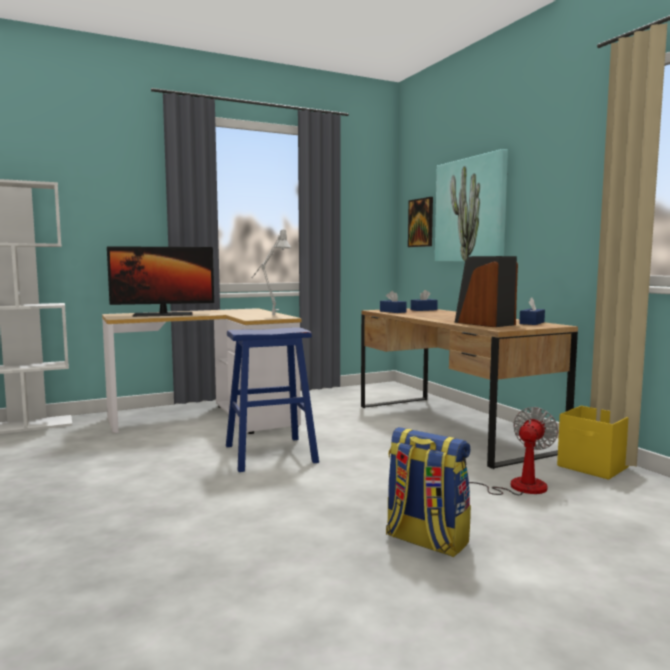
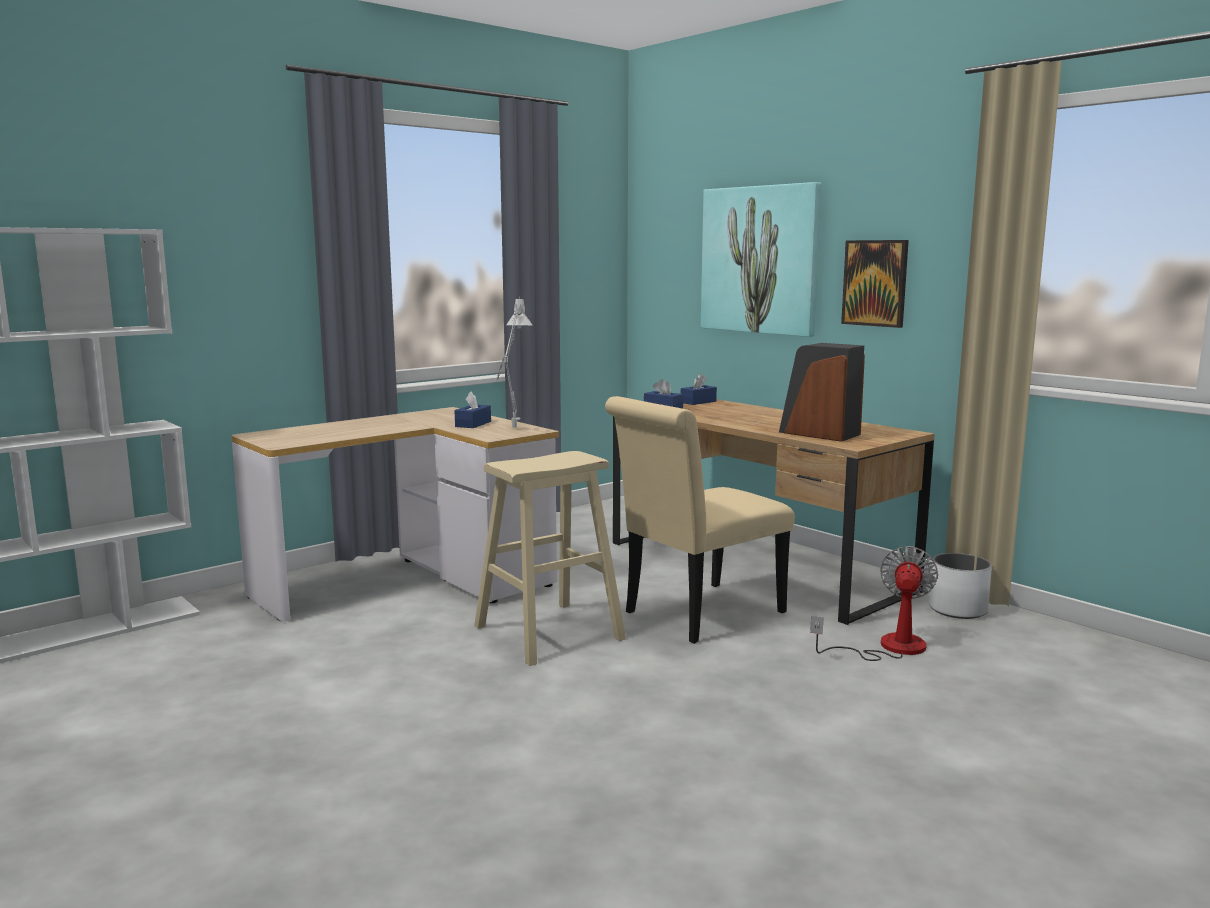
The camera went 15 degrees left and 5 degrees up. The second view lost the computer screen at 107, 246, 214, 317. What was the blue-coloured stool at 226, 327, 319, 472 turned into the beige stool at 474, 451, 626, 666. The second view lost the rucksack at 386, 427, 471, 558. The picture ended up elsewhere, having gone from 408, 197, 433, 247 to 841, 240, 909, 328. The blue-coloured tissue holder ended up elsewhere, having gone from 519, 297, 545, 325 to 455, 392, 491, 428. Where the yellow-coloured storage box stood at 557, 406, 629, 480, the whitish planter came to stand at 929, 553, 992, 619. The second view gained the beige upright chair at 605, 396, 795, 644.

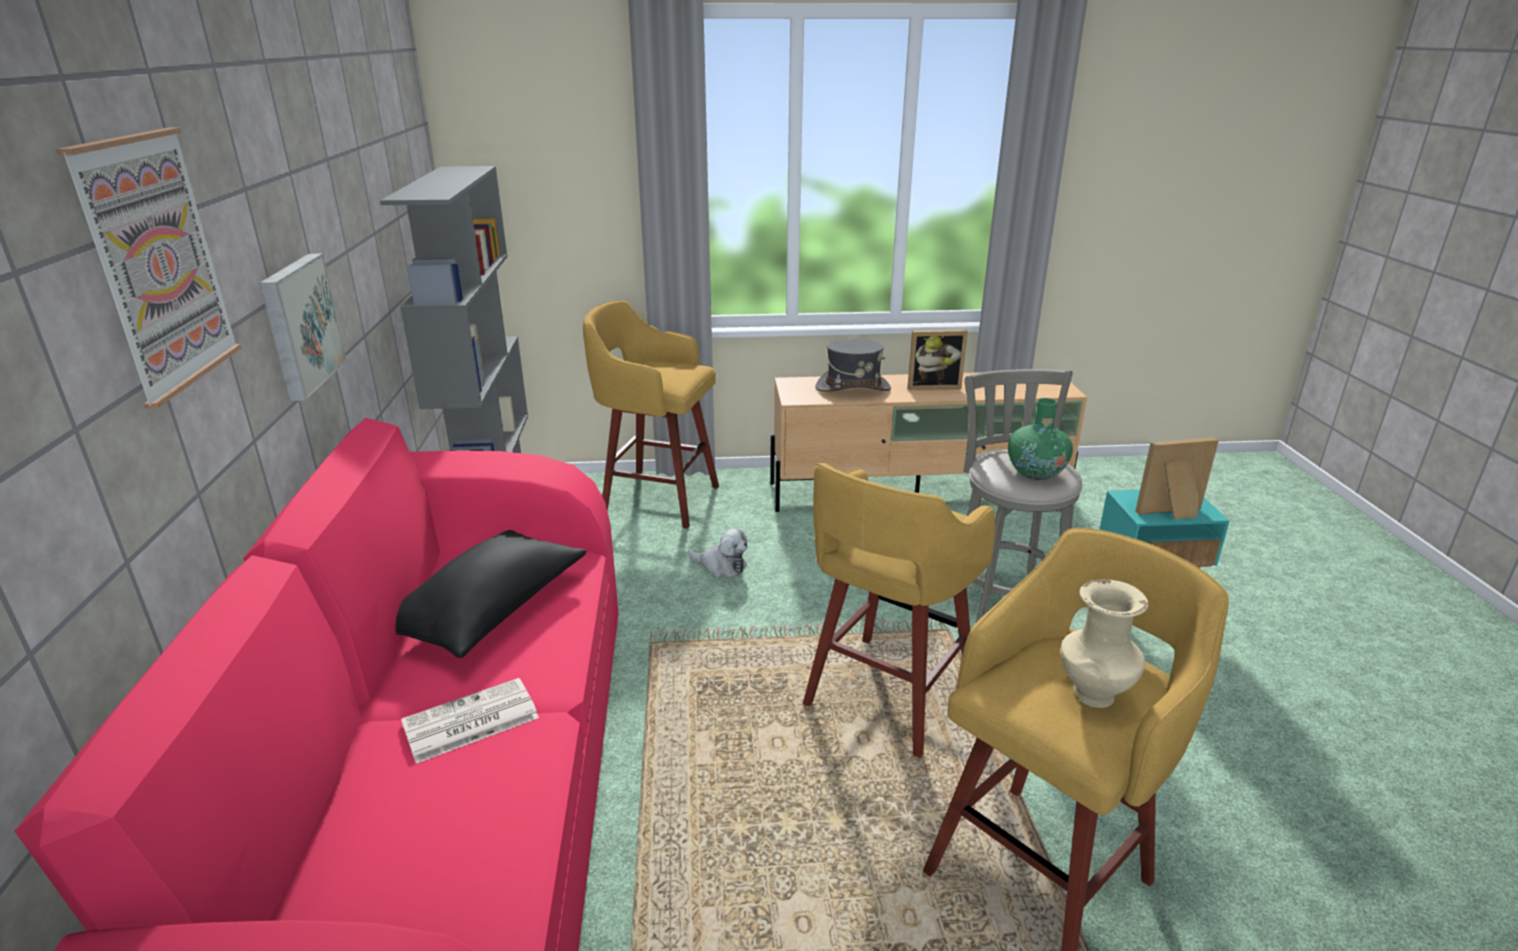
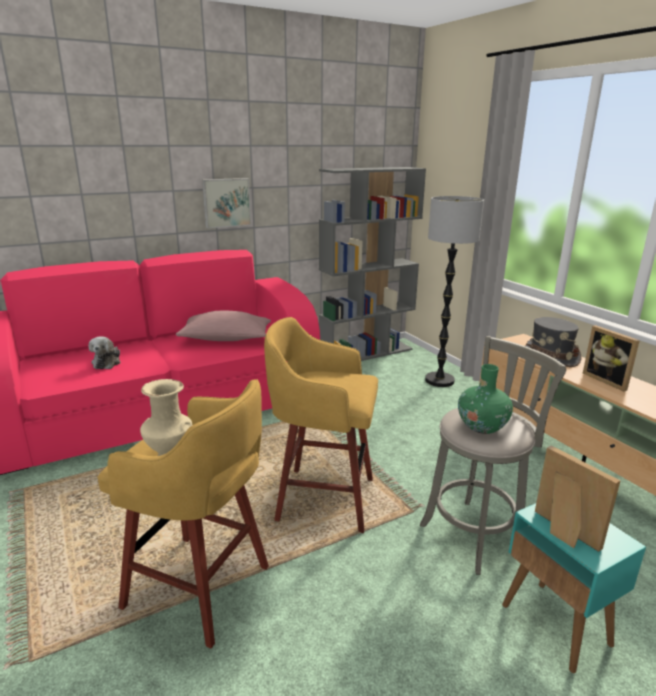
The camera went 65 degrees right and 5 degrees down. The second view lost the picture at 56, 128, 242, 409. What was the black-coloured cushion at 396, 530, 586, 658 turned into the pink-coloured cushion at 176, 311, 271, 341. The second view lost the daily paper at 401, 678, 539, 764. Where the yellow-coloured stool stood at 583, 300, 719, 529, the standing lamp came to stand at 425, 196, 484, 387. The soft toy ended up elsewhere, having gone from 688, 528, 748, 577 to 89, 336, 121, 369.

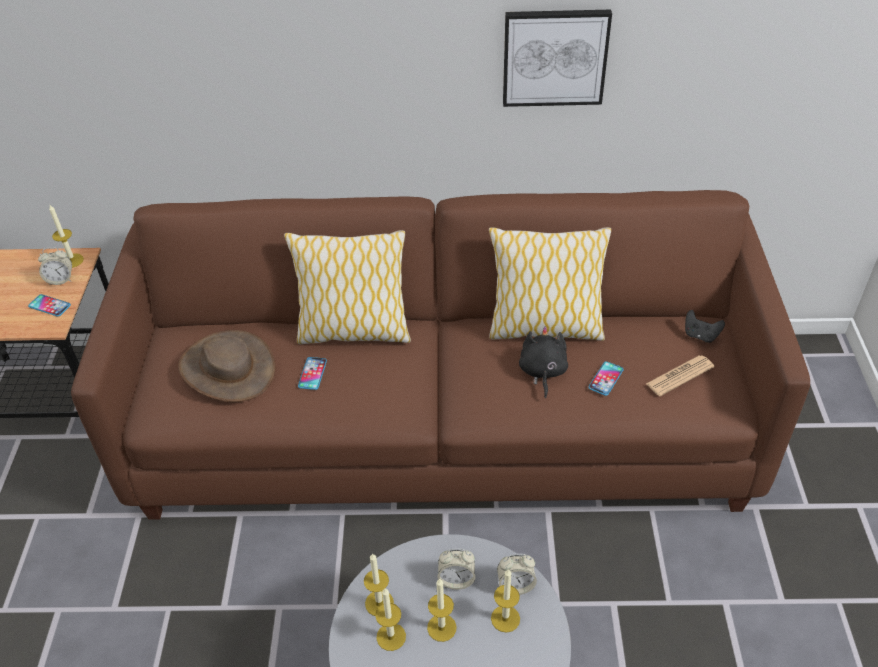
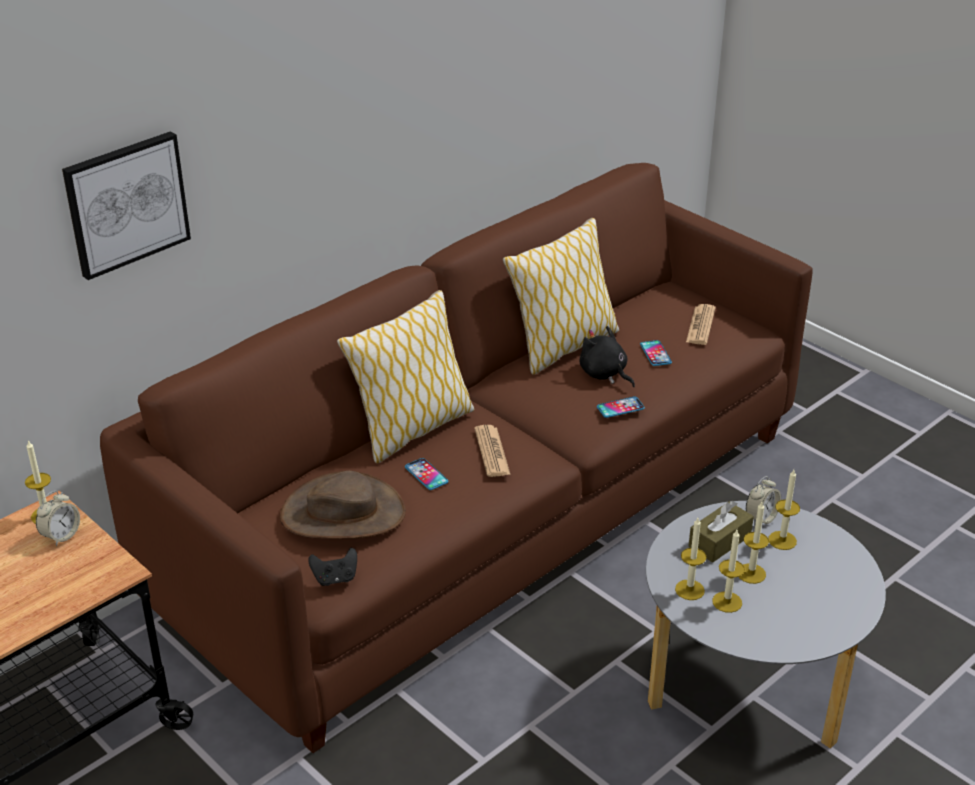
The camera went 45 degrees left and 10 degrees down. The phone ended up elsewhere, having gone from 28, 294, 71, 317 to 597, 397, 645, 418. Where the bedside clock stood at 437, 548, 475, 590, the brown-coloured tissue holder came to stand at 688, 501, 754, 563. The picture ended up elsewhere, having gone from 503, 10, 612, 107 to 62, 131, 191, 280. The black-coloured gamepad ended up elsewhere, having gone from 685, 310, 725, 343 to 308, 548, 357, 586. The second view gained the daily paper at 474, 425, 511, 477.

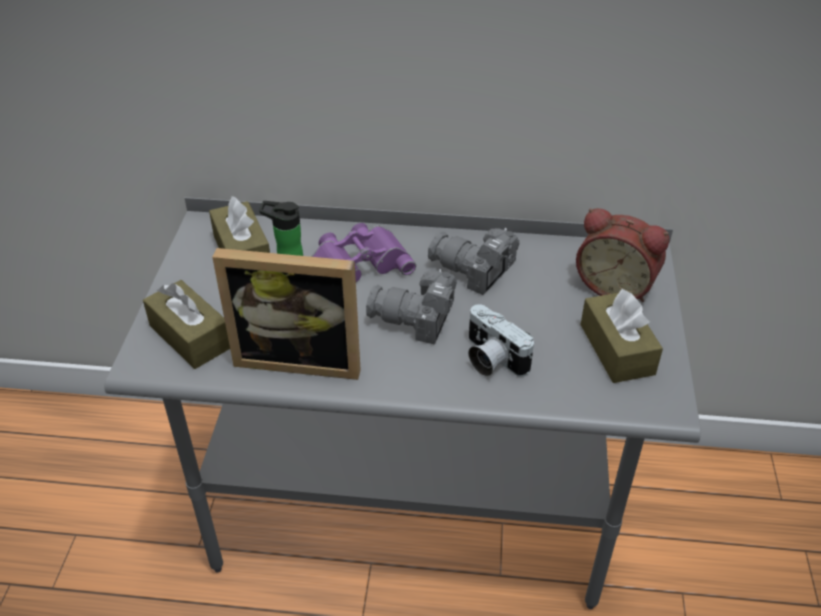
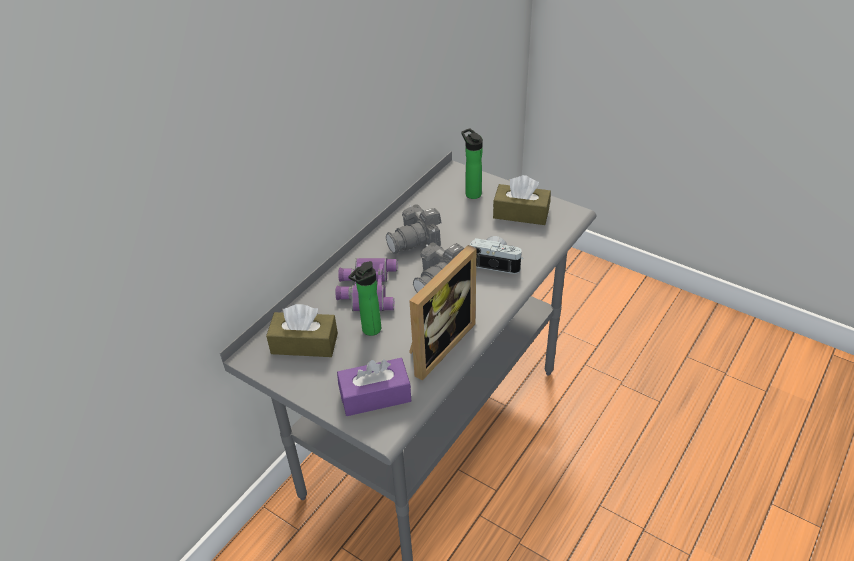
The camera went 60 degrees left and 0 degrees up. What was the brown-coloured tissue holder at 143, 280, 230, 369 turned into the purple-coloured tissue holder at 337, 358, 411, 416. The still camera at 468, 304, 534, 377 ended up facing another way, 150 degrees counterclockwise from before. Where the bedside clock stood at 576, 208, 670, 302, the drink bottle came to stand at 461, 128, 483, 199.

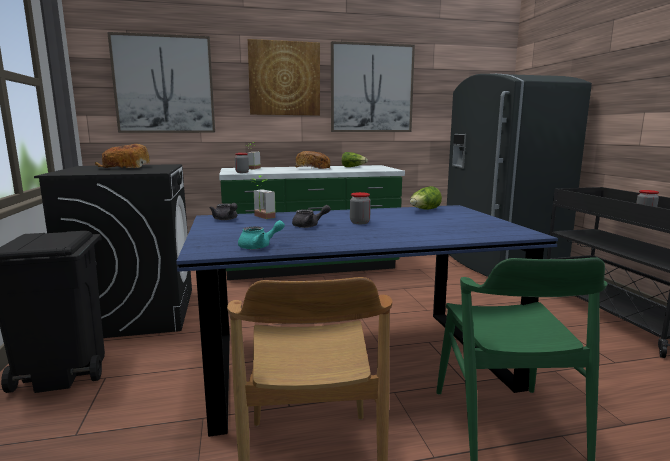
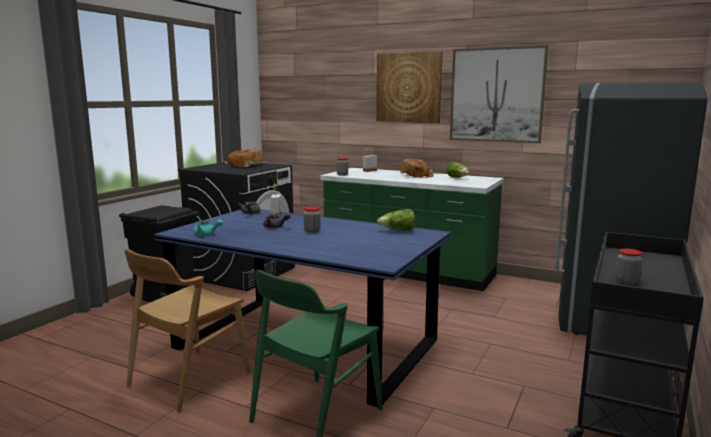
The camera went 40 degrees right and 0 degrees up. The second view lost the picture at 107, 32, 215, 133.

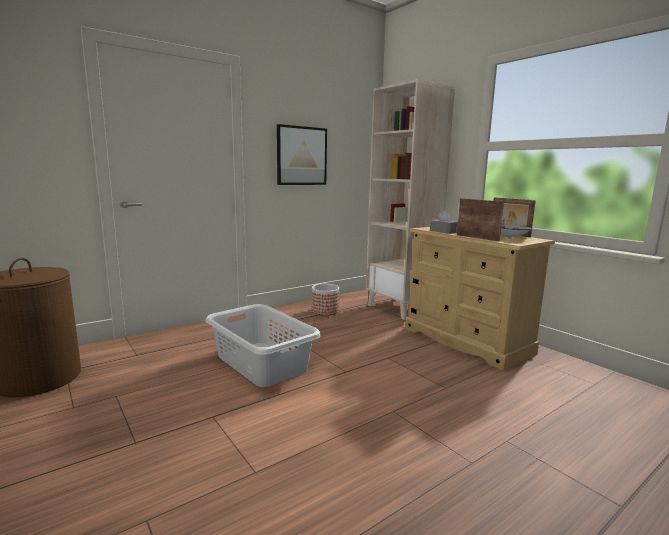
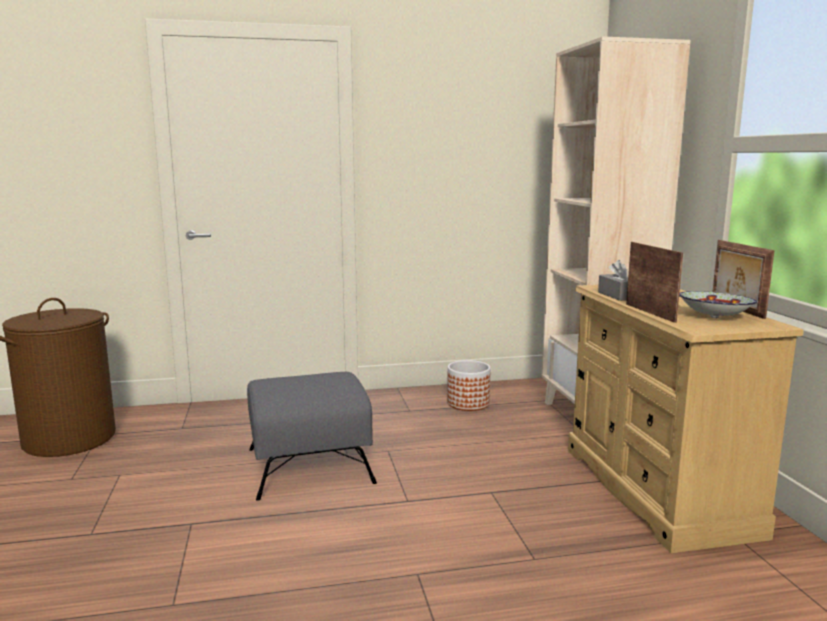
The camera went 25 degrees right and 0 degrees up. Where the greyish laundry basket stood at 206, 304, 321, 387, the greyish footrest came to stand at 247, 372, 377, 501. The second view lost the picture at 277, 124, 327, 185.

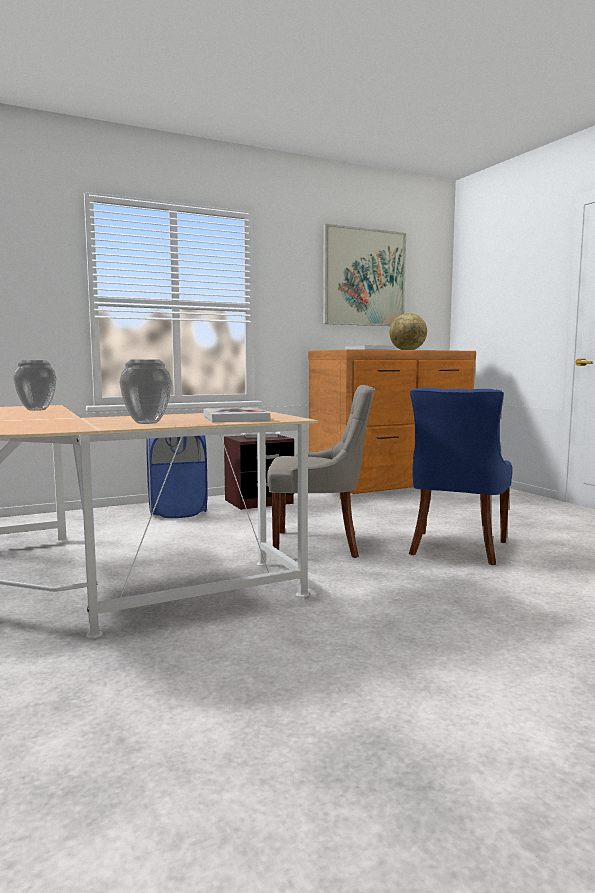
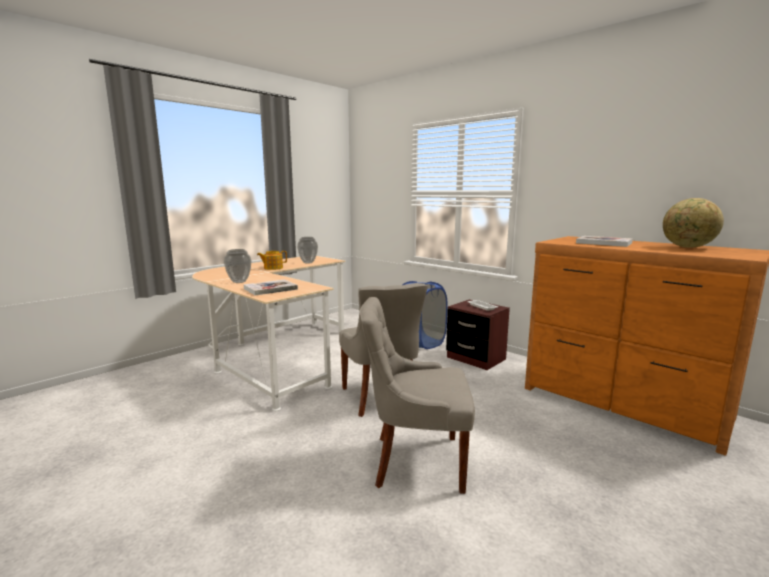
The camera went 70 degrees right and 5 degrees up. The second view lost the picture at 323, 224, 406, 326. What was the blue-coloured upright chair at 409, 388, 513, 565 turned into the greyish upright chair at 359, 297, 475, 494. The second view gained the tea pot at 257, 251, 287, 270.

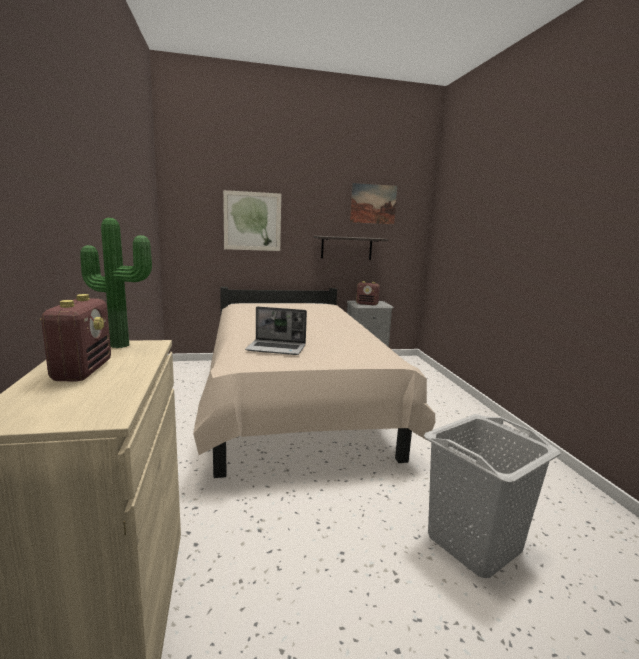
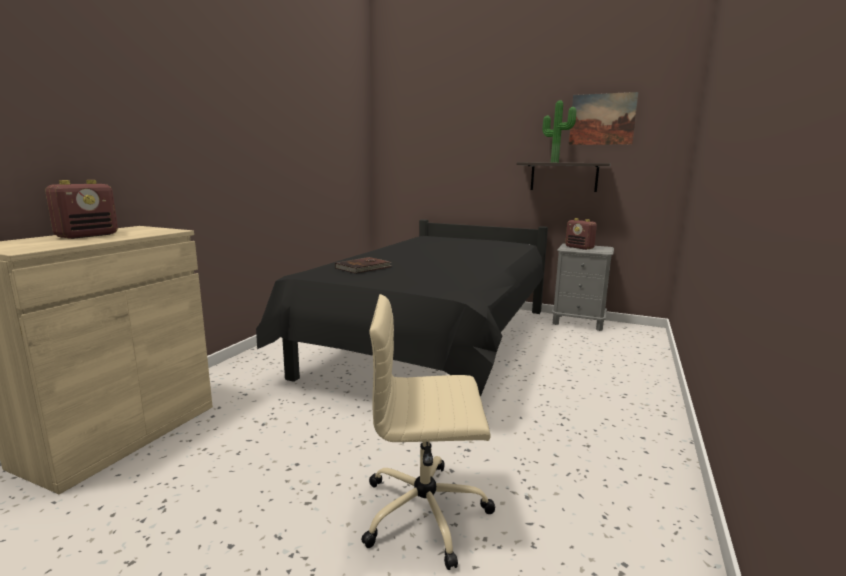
The camera went 35 degrees right and 0 degrees up. The potted plant ended up elsewhere, having gone from 80, 218, 152, 348 to 542, 100, 576, 163. What was the beige bedroom bed at 193, 287, 435, 478 turned into the black-coloured bedroom bed at 256, 219, 548, 397. The second view lost the picture at 223, 190, 281, 251. Where the notebook computer stood at 245, 306, 307, 355, the brown-coloured book came to stand at 335, 257, 393, 274. Where the greyish laundry basket stood at 424, 414, 561, 578, the beige office chair came to stand at 361, 294, 495, 570.

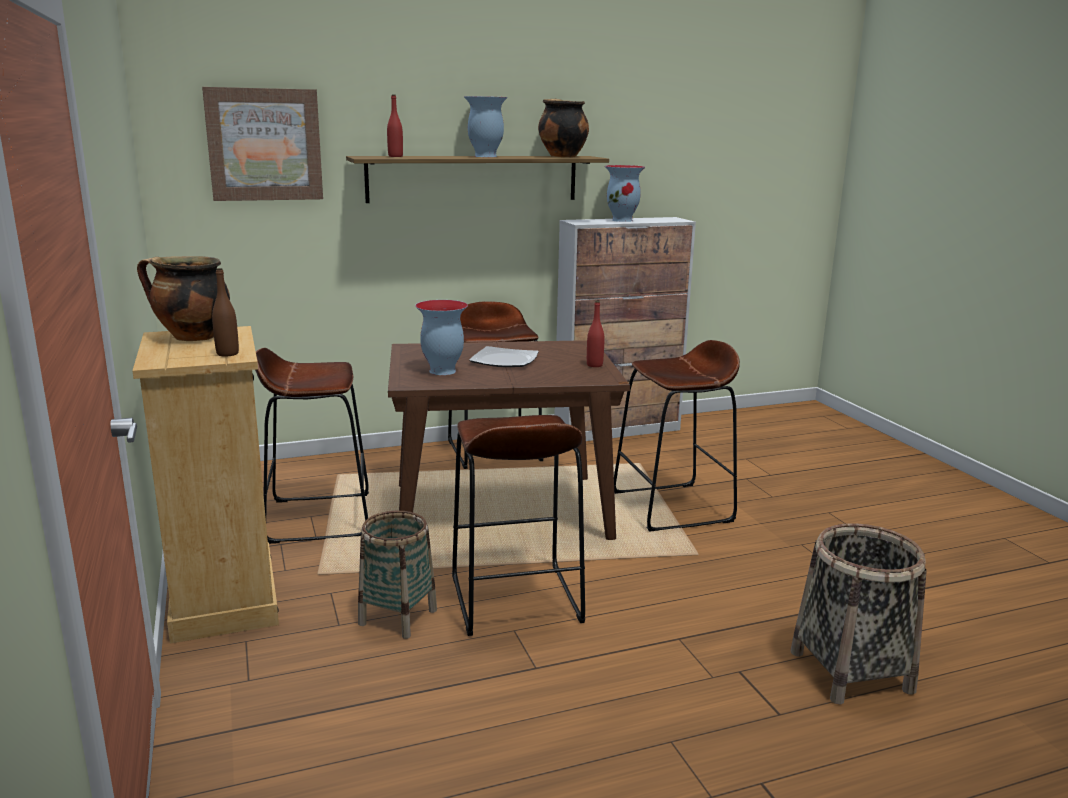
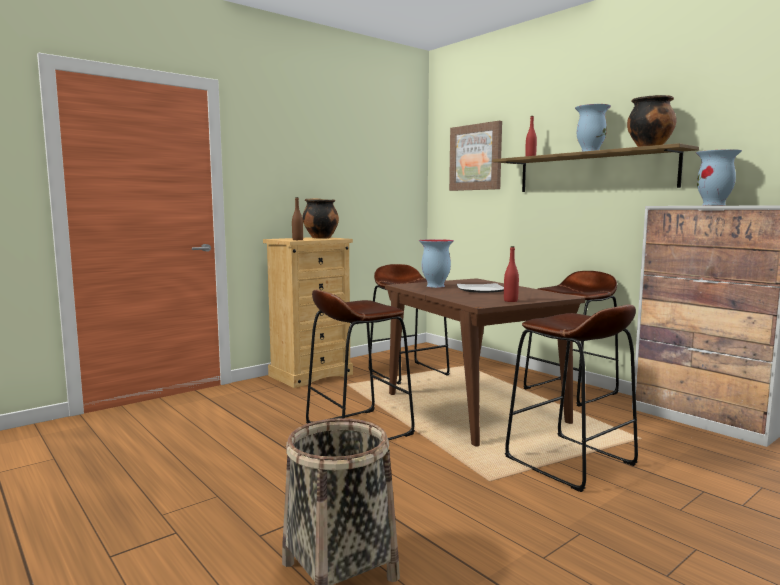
The camera went 70 degrees right and 10 degrees down. The second view lost the basket at 358, 511, 437, 639.

